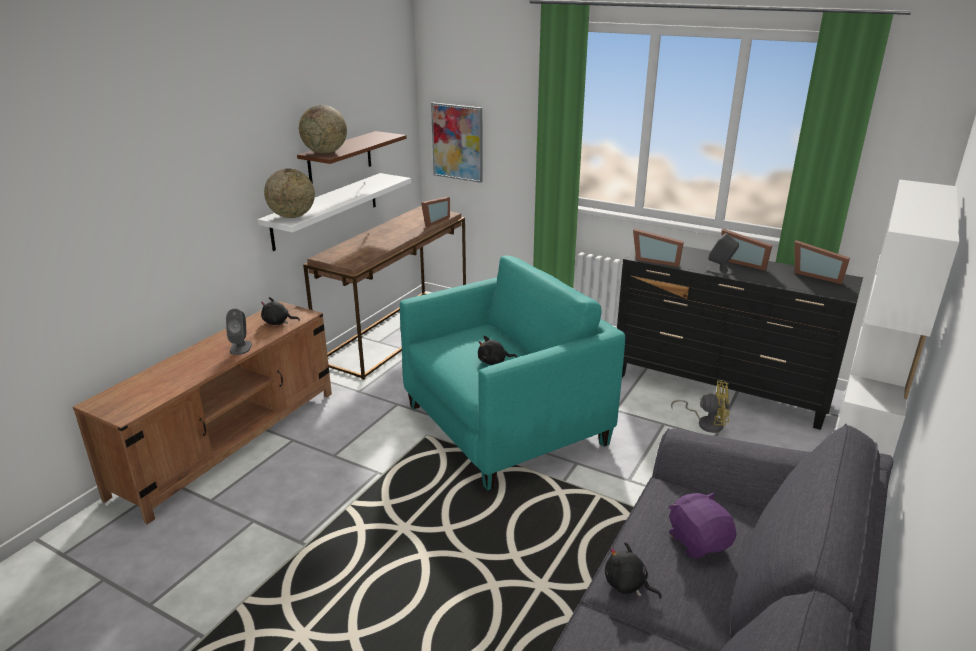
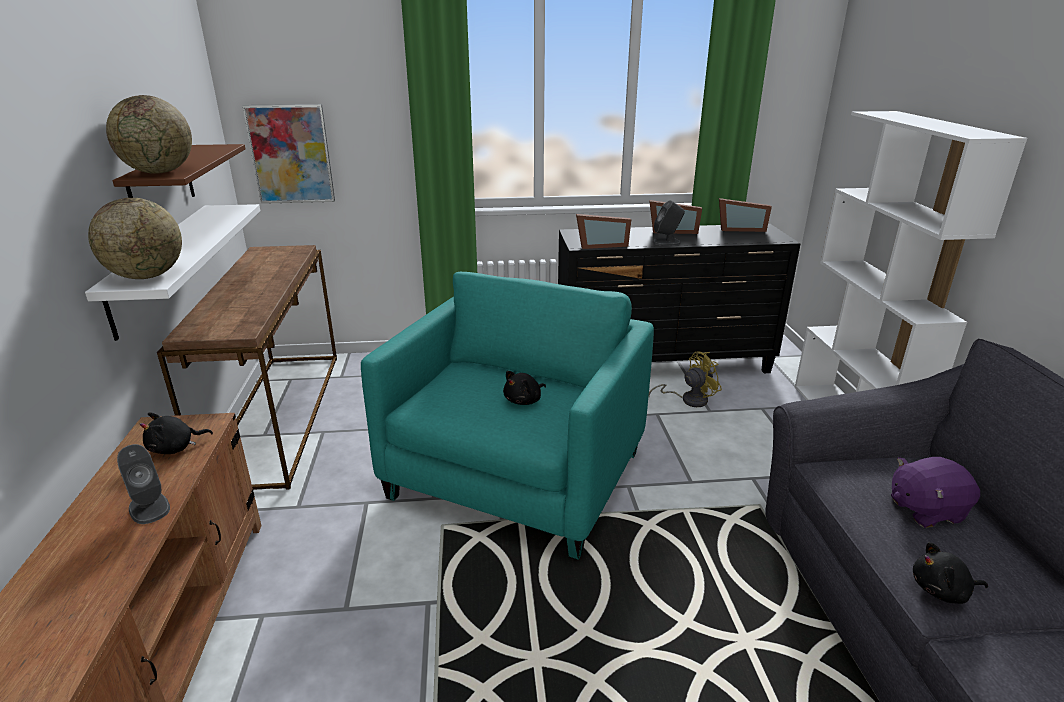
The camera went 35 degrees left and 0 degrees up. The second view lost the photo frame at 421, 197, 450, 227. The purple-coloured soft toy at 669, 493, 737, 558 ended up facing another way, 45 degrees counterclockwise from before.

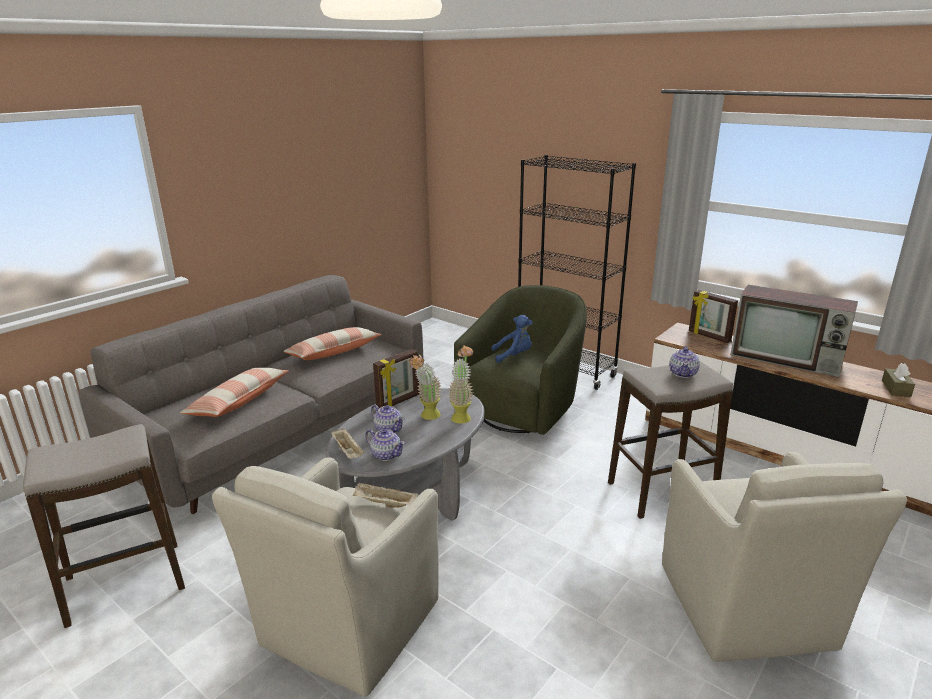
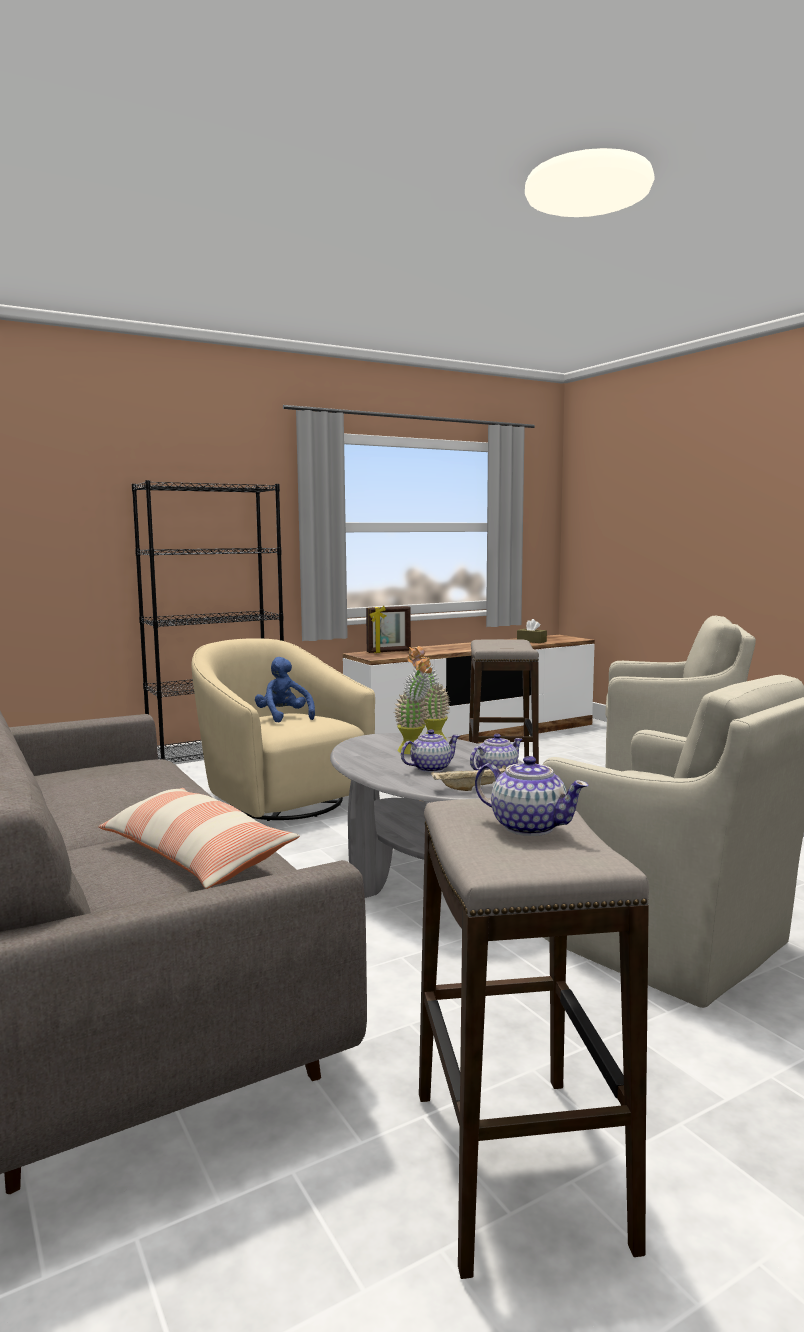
The camera went 70 degrees left and 15 degrees down. The second view lost the cushion at 283, 327, 381, 360. The second view lost the beige carrying tray at 353, 483, 418, 508. The second view lost the photo frame at 373, 349, 419, 408. What was the green-coloured easy chair at 454, 285, 587, 435 turned into the beige easy chair at 191, 639, 375, 821. The blue-coloured soft toy at 491, 315, 532, 363 ended up facing another way, 45 degrees counterclockwise from before. The tea pot ended up elsewhere, having gone from 669, 346, 700, 378 to 475, 756, 588, 836. The second view lost the TV set at 731, 285, 858, 377.

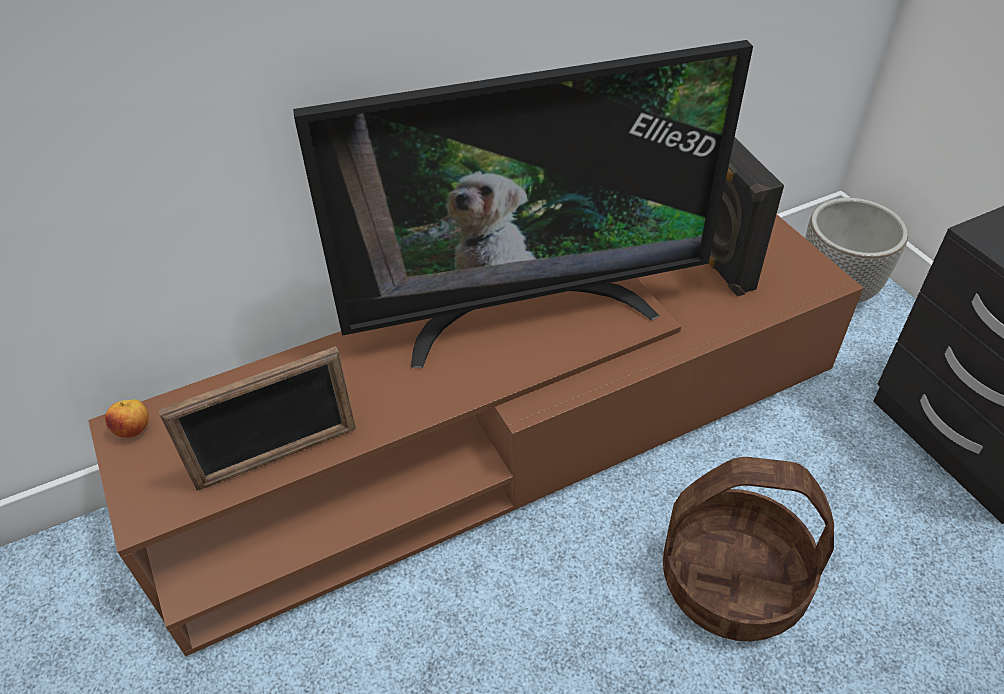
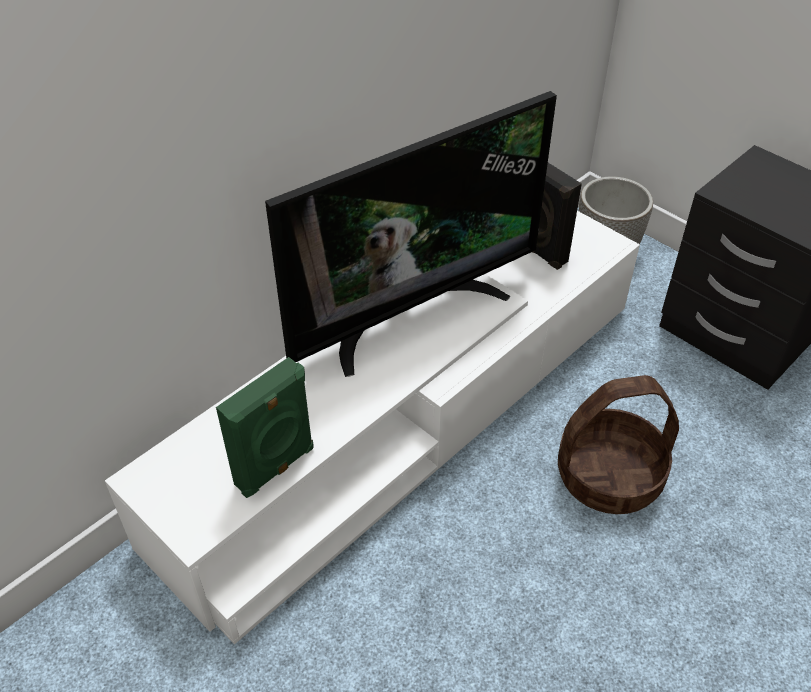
The camera went 20 degrees left and 0 degrees up. What was the brown-coloured media console at 88, 214, 863, 656 turned into the whitish media console at 105, 211, 640, 644. The second view lost the apple at 105, 399, 149, 438. Where the photo frame stood at 158, 346, 356, 491, the green-coloured audio speaker came to stand at 216, 357, 314, 498.

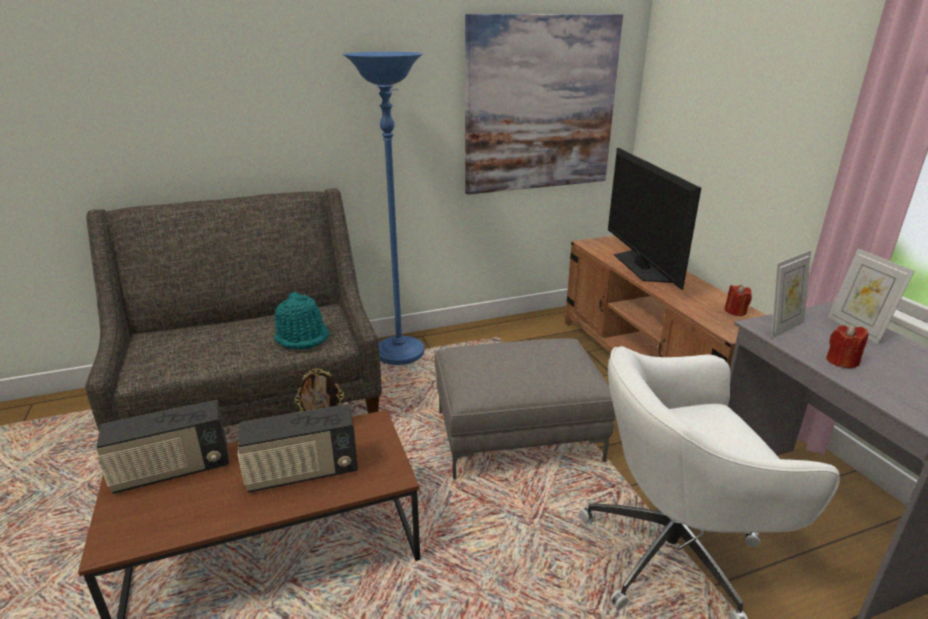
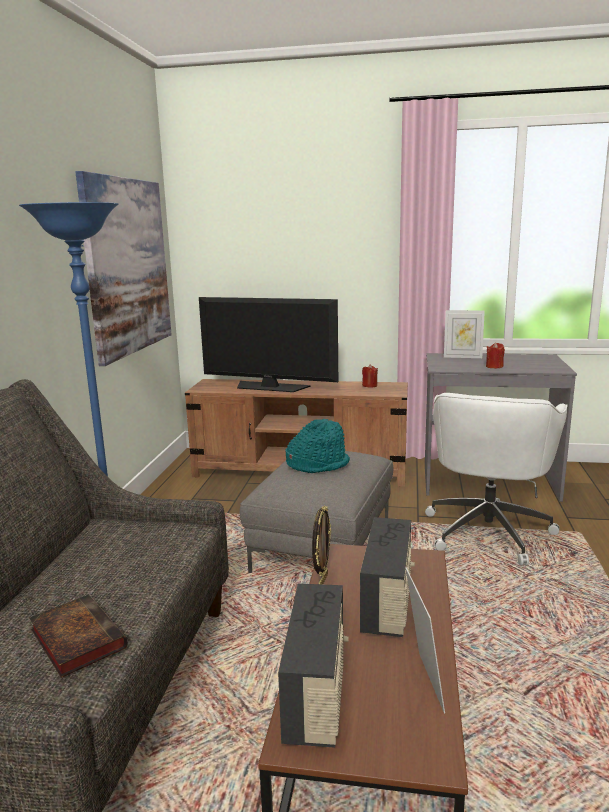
The camera went 60 degrees left and 10 degrees down. The turquoise wearable hat ended up elsewhere, having gone from 274, 292, 329, 349 to 285, 419, 350, 473. The photo frame ended up elsewhere, having gone from 771, 250, 811, 338 to 406, 568, 445, 713. The second view gained the book at 30, 594, 128, 678.

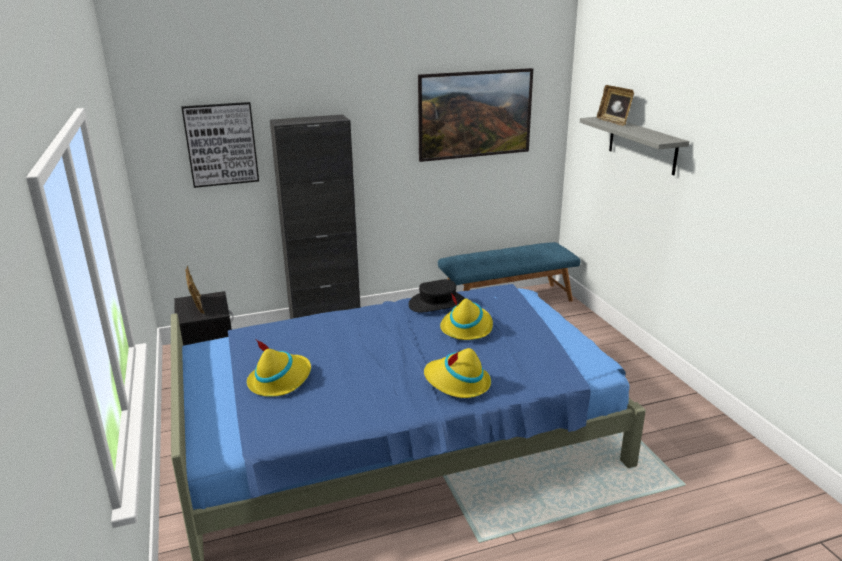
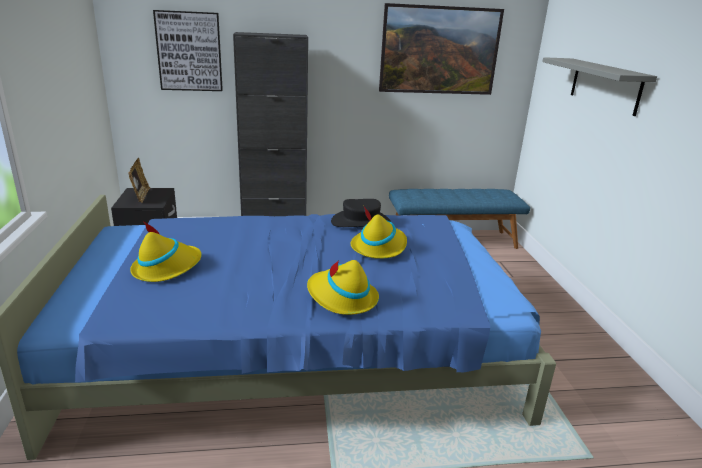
The camera went 10 degrees right and 0 degrees up. The second view lost the photo frame at 597, 85, 634, 126.

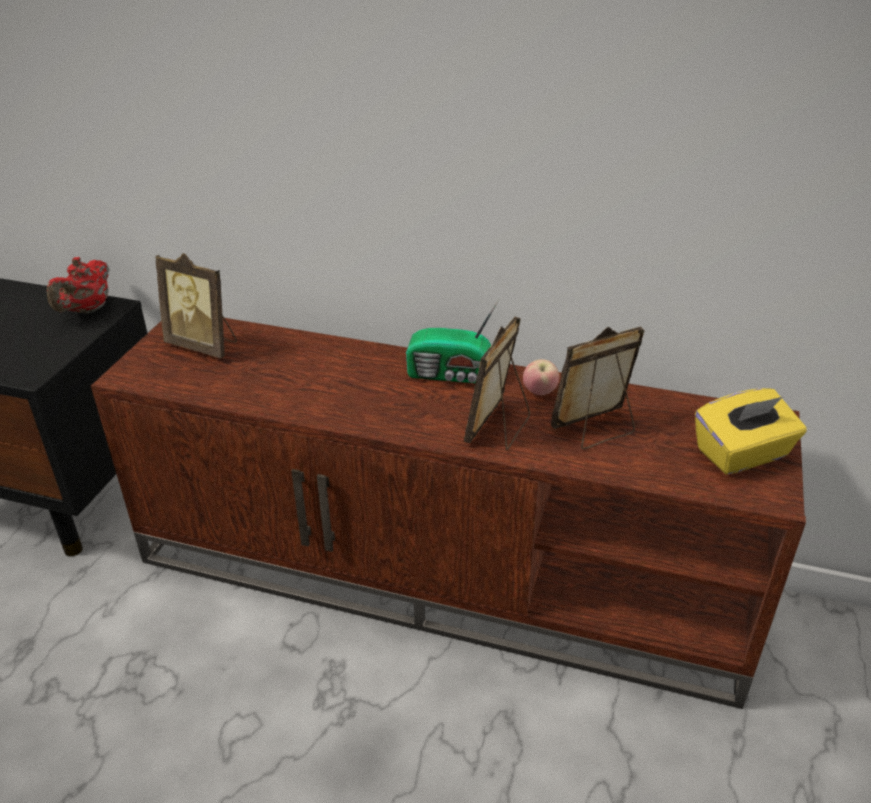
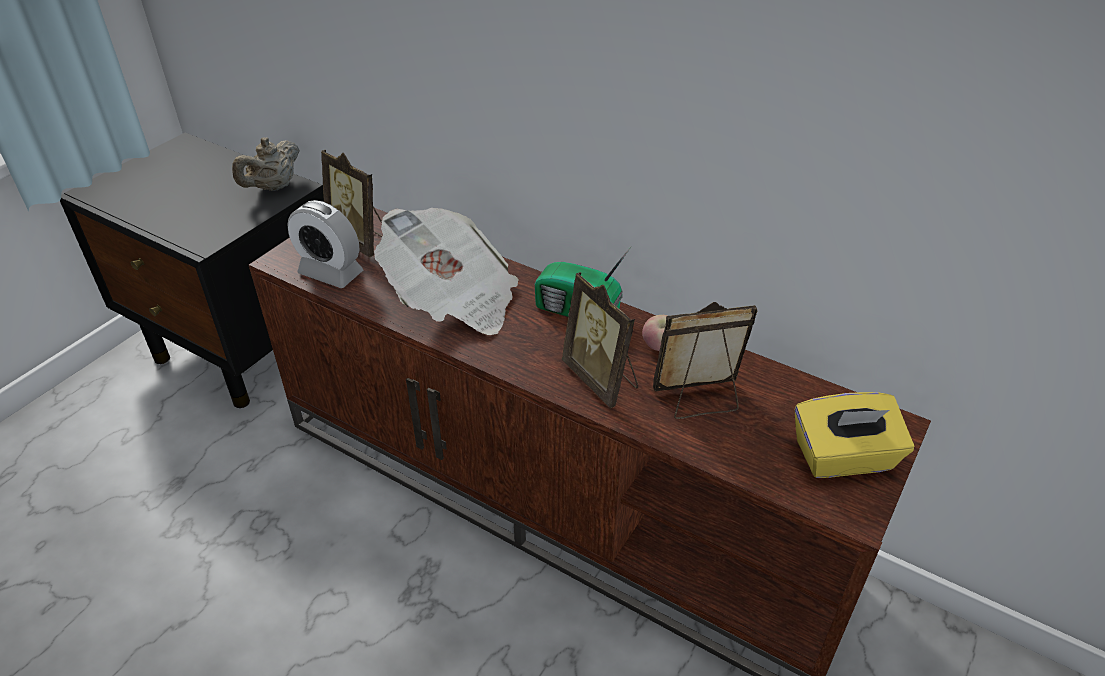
The camera went 15 degrees right and 5 degrees up. What was the reddish tea pot at 47, 257, 109, 314 turned into the beige tea pot at 232, 137, 300, 191. The photo frame at 464, 317, 530, 450 ended up facing another way, 75 degrees counterclockwise from before. The second view gained the bedside clock at 287, 200, 363, 288. The second view gained the daily paper at 374, 208, 519, 335.

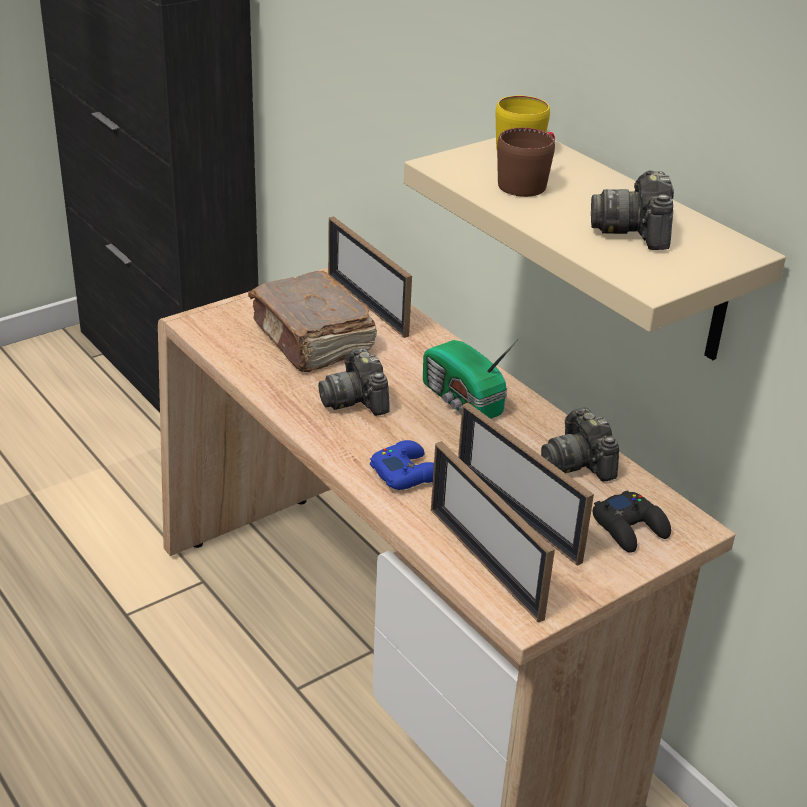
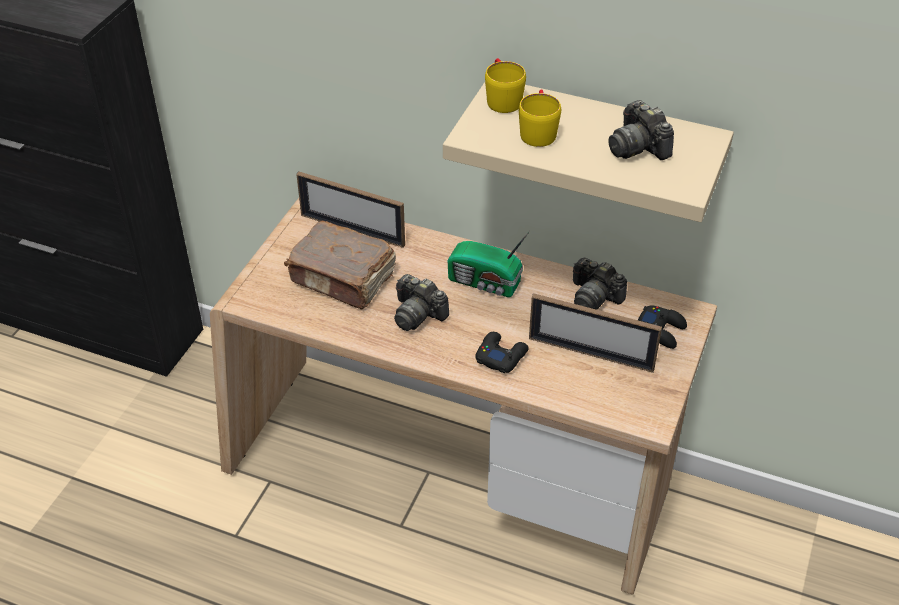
The camera went 30 degrees left and 10 degrees up. What was the blue-coloured gamepad at 370, 440, 434, 490 turned into the black-coloured gamepad at 475, 332, 529, 373. The second view lost the photo frame at 431, 441, 555, 623. What was the brown-coloured tea mug at 497, 128, 555, 197 turned into the yellow-coloured tea mug at 519, 89, 561, 147.

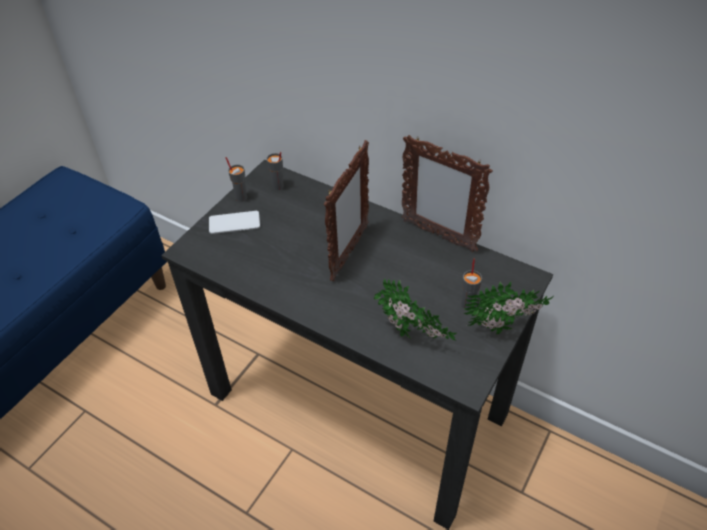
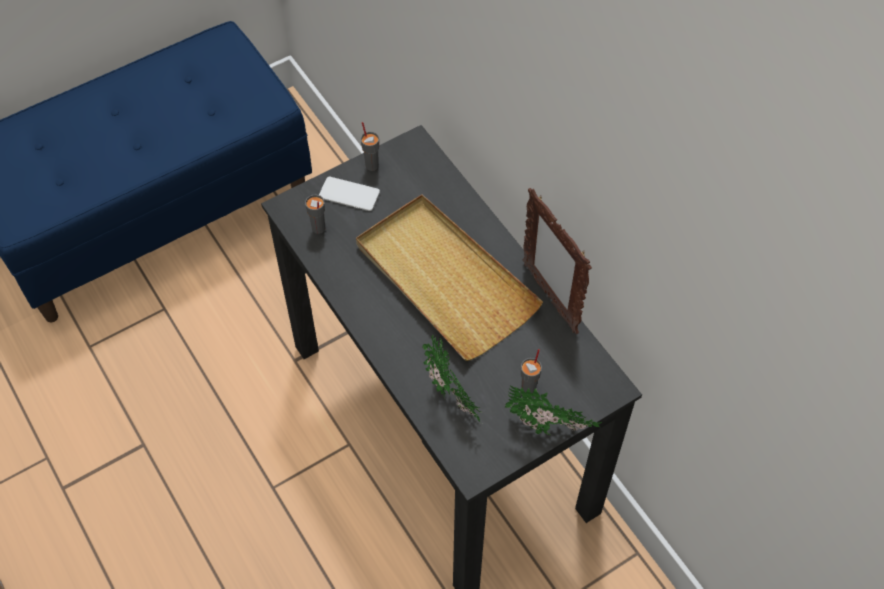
The camera went 25 degrees right and 10 degrees up. The greyish drinking cup ended up elsewhere, having gone from 266, 152, 284, 190 to 305, 195, 325, 234. Where the photo frame stood at 324, 140, 369, 281, the beige carrying tray came to stand at 356, 195, 543, 361.

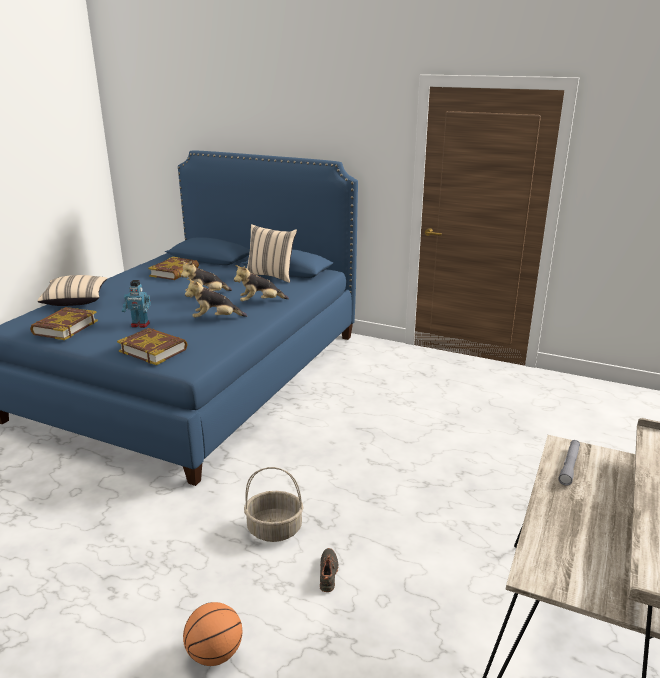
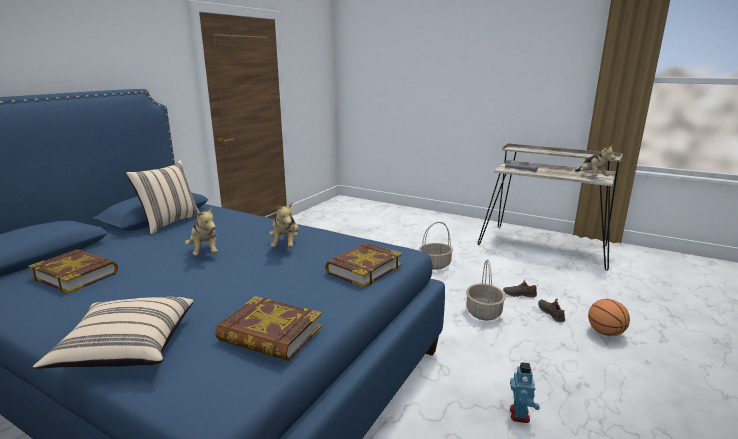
The camera went 85 degrees left and 5 degrees down. The model robot ended up elsewhere, having gone from 122, 280, 151, 328 to 510, 362, 540, 423. The soft toy ended up elsewhere, having gone from 234, 265, 289, 302 to 575, 144, 616, 176. The second view gained the basket at 419, 222, 453, 270. The second view gained the black-coloured low shoe at 538, 299, 565, 322.

